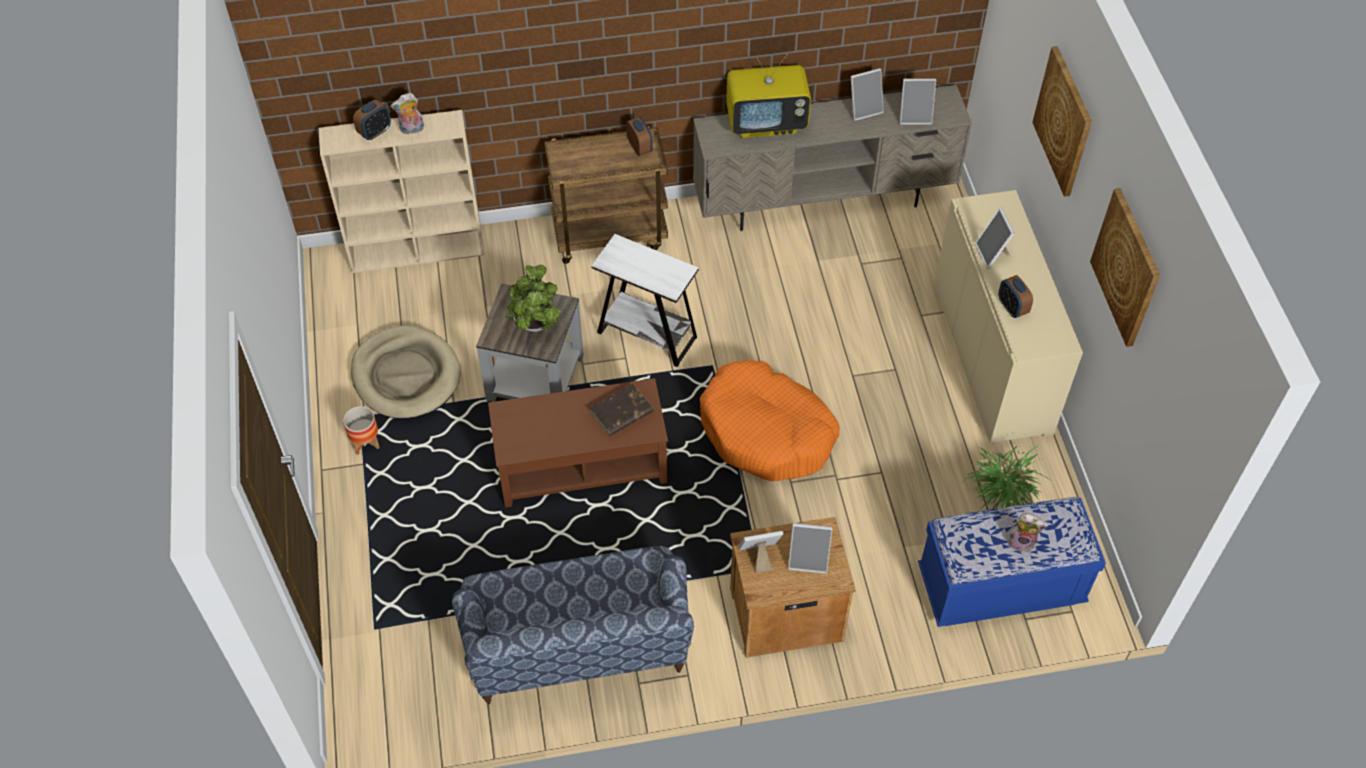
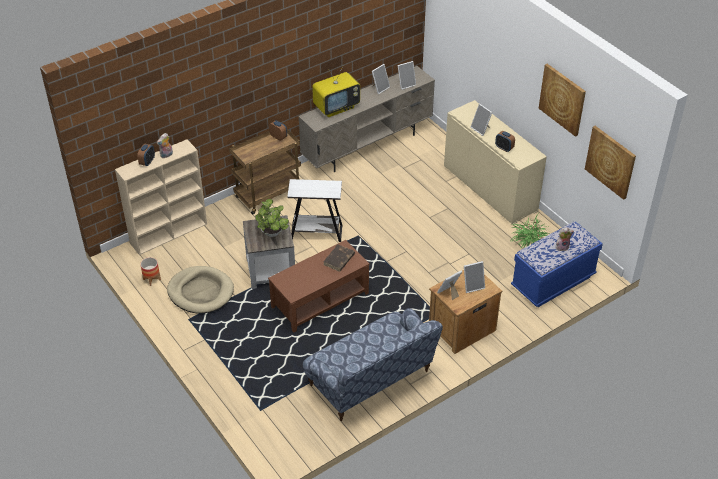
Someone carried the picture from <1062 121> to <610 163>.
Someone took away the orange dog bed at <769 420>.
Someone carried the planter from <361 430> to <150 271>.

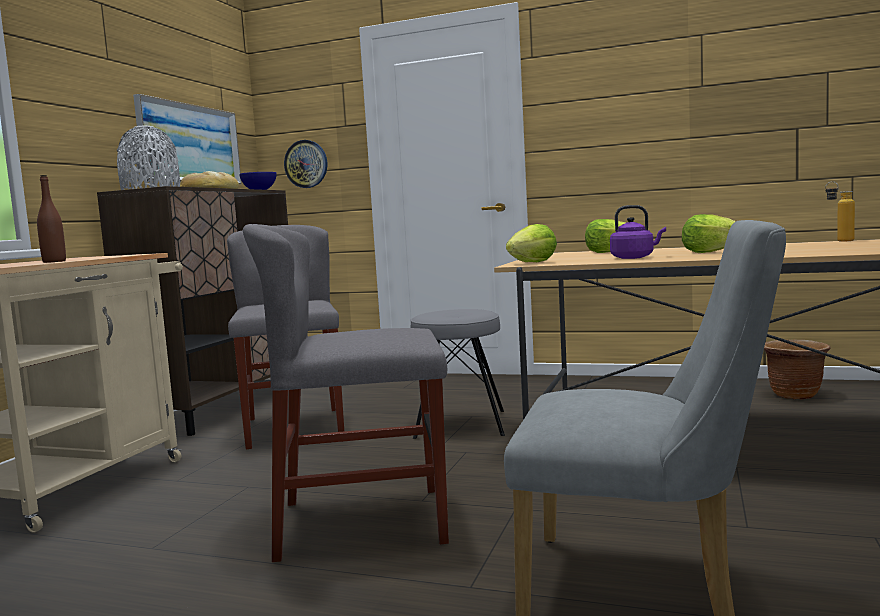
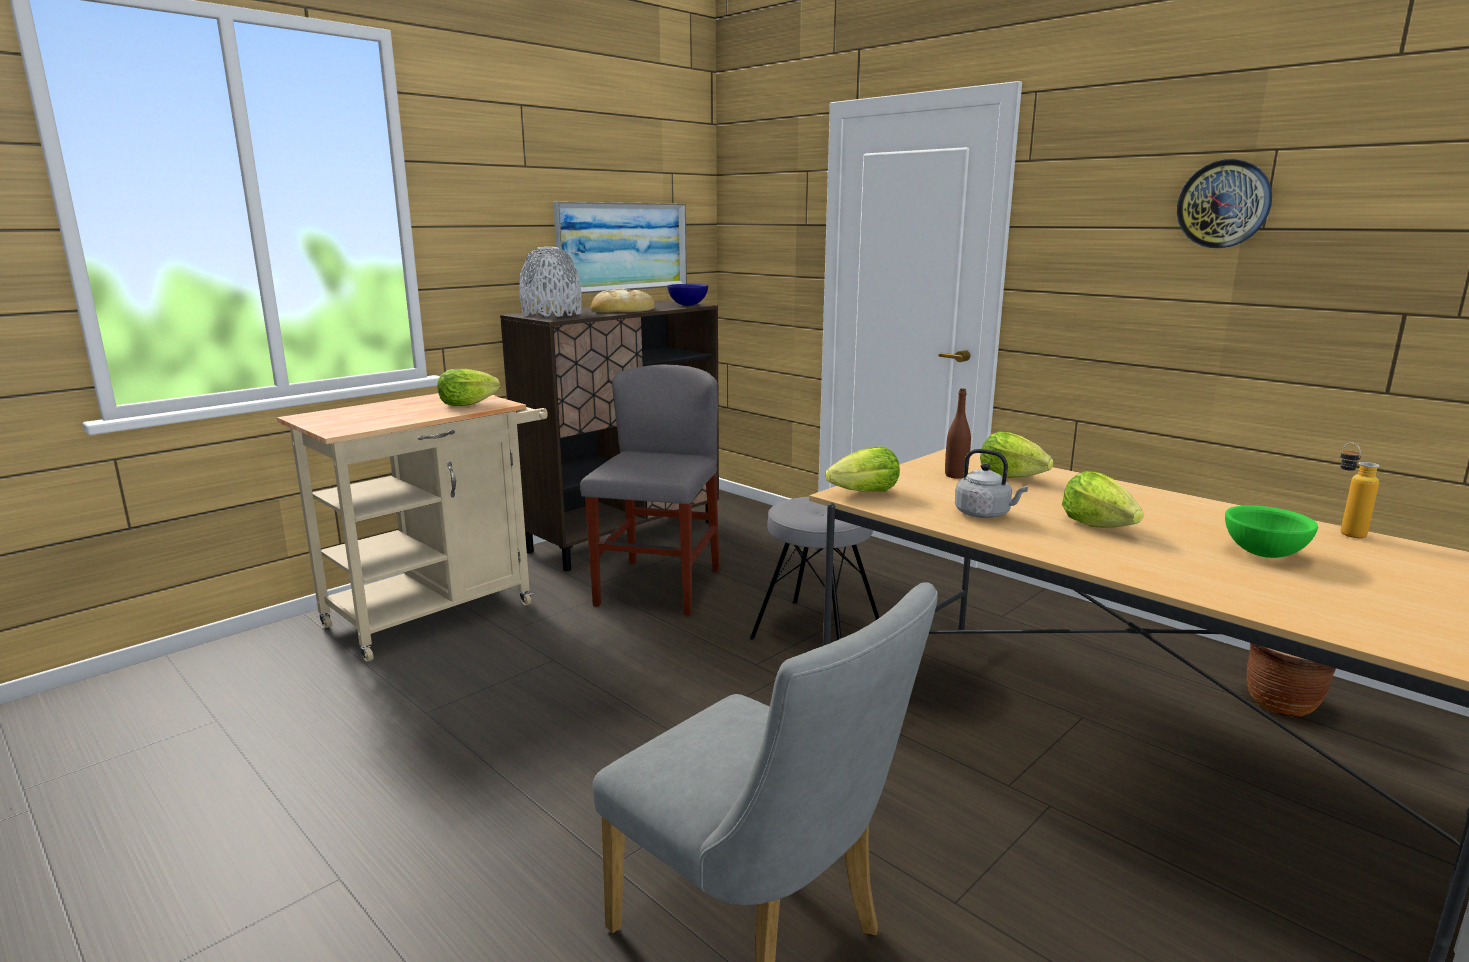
Someone carried the wall clock from <305 164> to <1224 203>.
Someone carried the brown bottle from <51 219> to <958 433>.
Someone repainted the purple kettle at <638 232>, which became the grey kettle at <991 483>.
Someone took away the grey chair at <346 393>.
Someone put down the lettuce at <468 387>.
Someone put down the green bowl at <1271 532>.

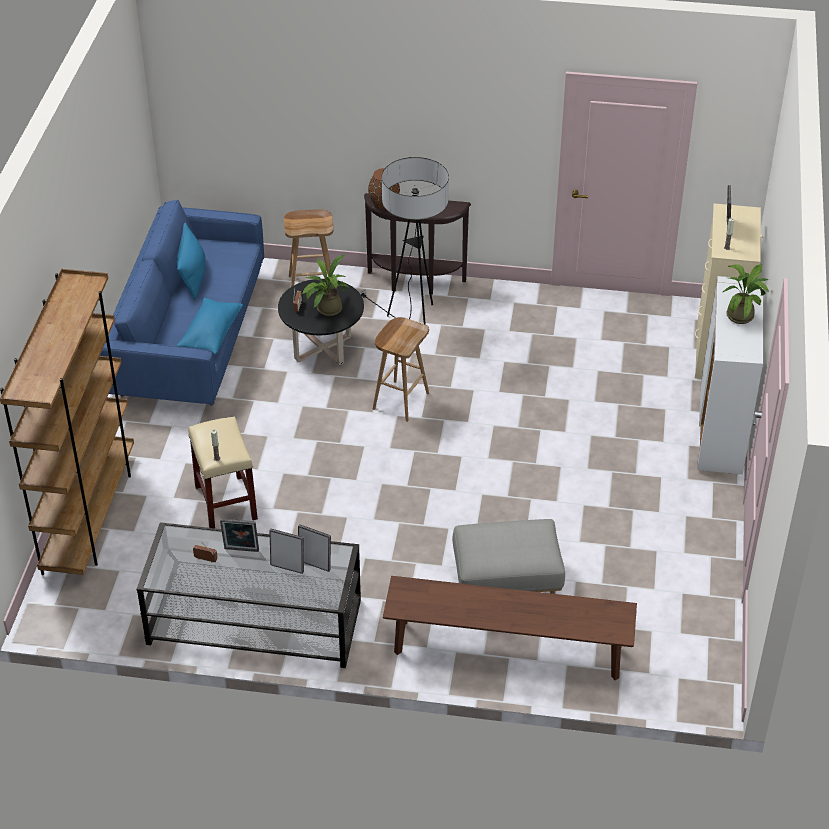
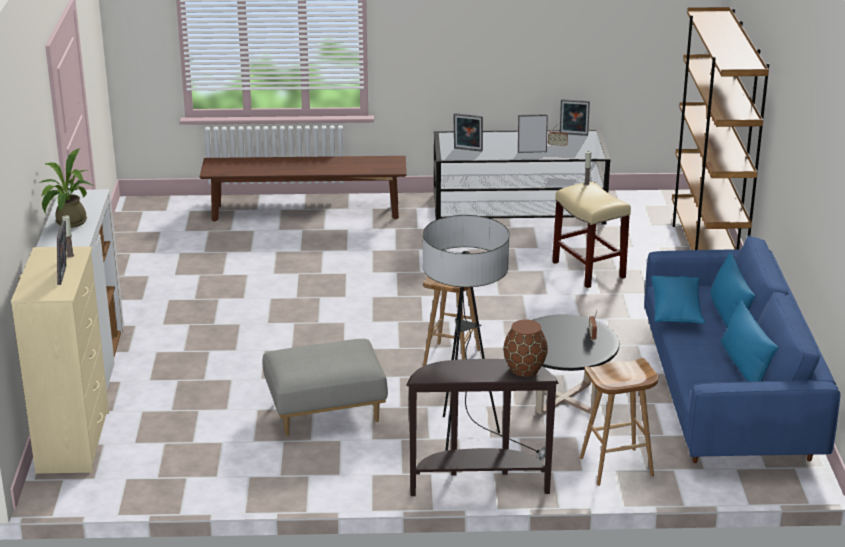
Someone took away the potted plant at <325 285>.
Someone carried the grey ottoman from <508 556> to <325 387>.
Someone carried the picture frame from <287 551> to <575 117>.
Someone put down the blue pillow at <732 290>.

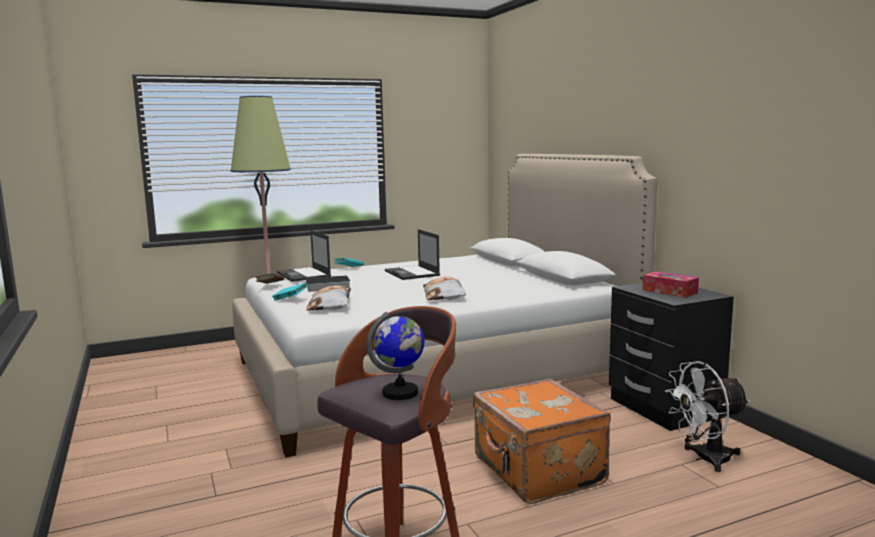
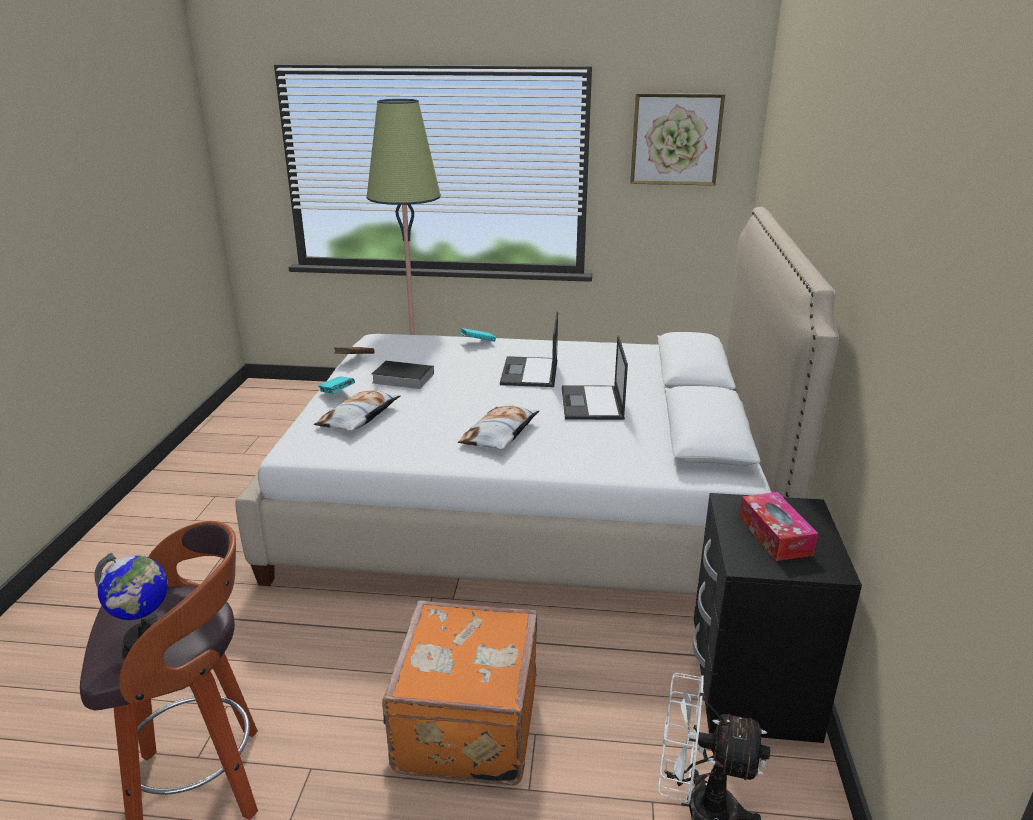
Someone carried the laptop from <304 256> to <595 378>.
Someone put up the picture at <677 139>.

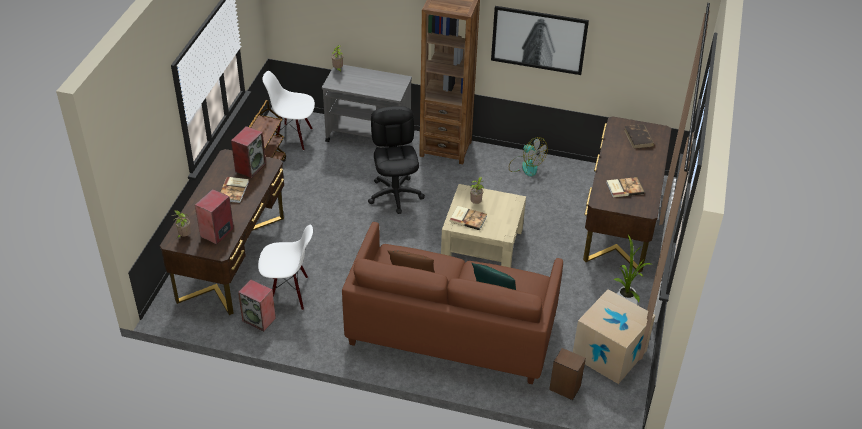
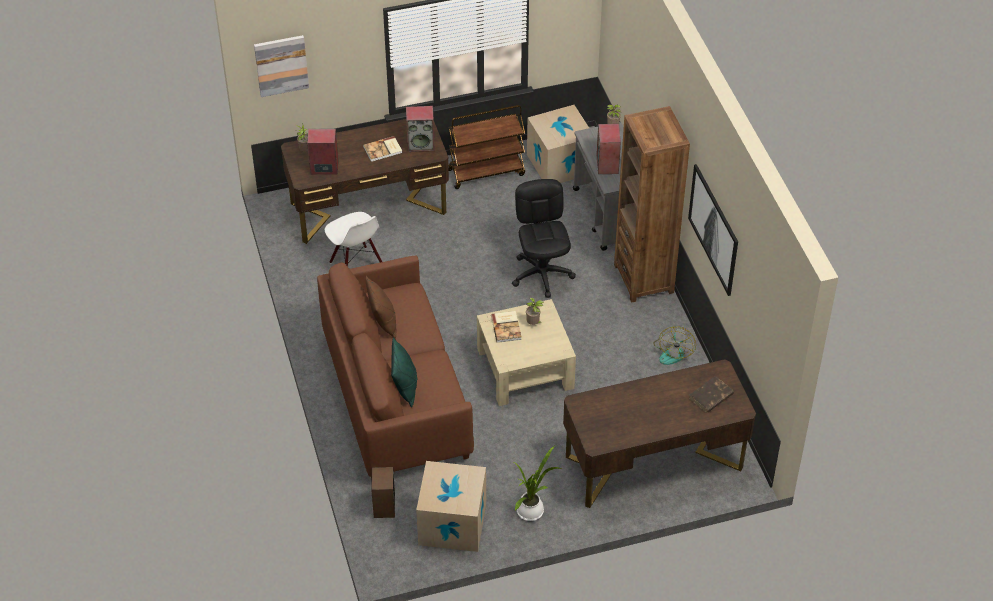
Someone swapped the white chair at <289 110> for the cardboard box at <558 144>.
Someone rotated the black office chair at <396 160> by 60 degrees counterclockwise.
Someone took away the book at <625 187>.
Someone carried the speaker from <257 305> to <609 149>.
Someone put up the picture at <281 66>.

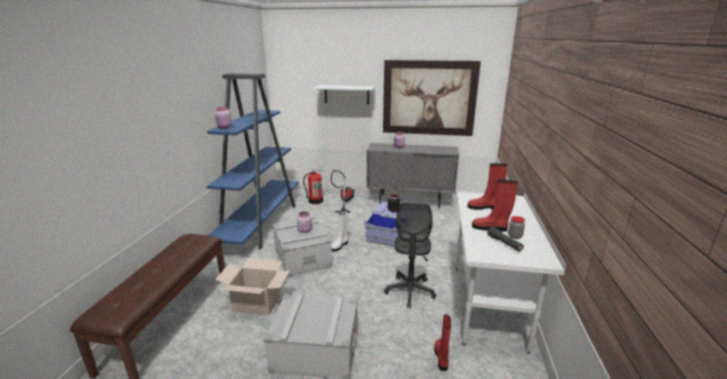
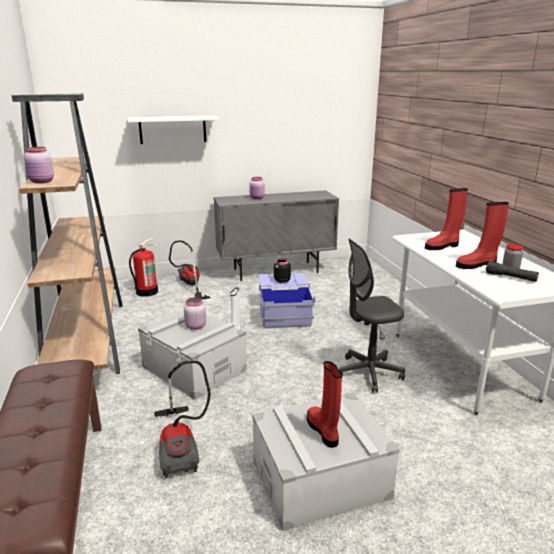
Someone took away the picture at <432 98>.
Someone repainted the blue bookcase at <253 161>, which became the brown bookcase at <67 233>.
Someone rotated the grey office chair at <410 255> by 90 degrees clockwise.
Someone swapped the cardboard box at <252 286> for the vacuum cleaner at <182 419>.
Someone carried the red boot from <442 342> to <324 404>.

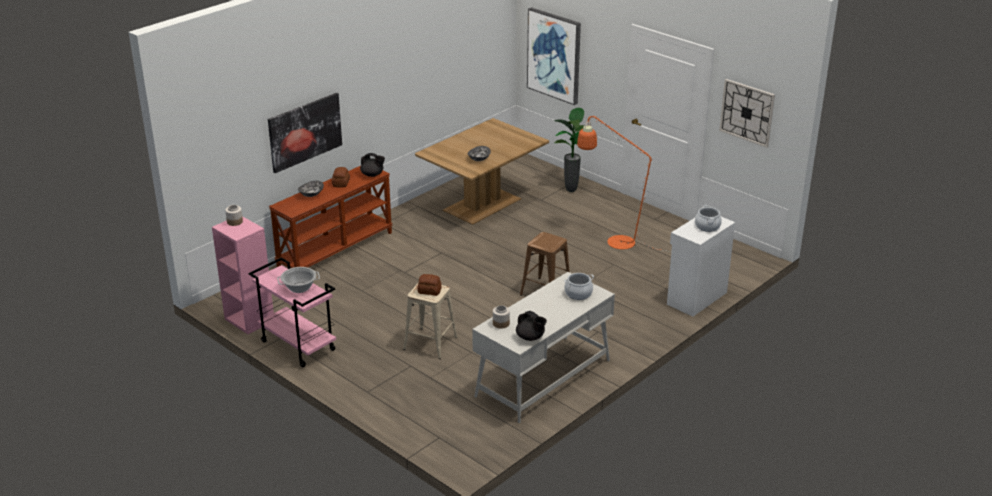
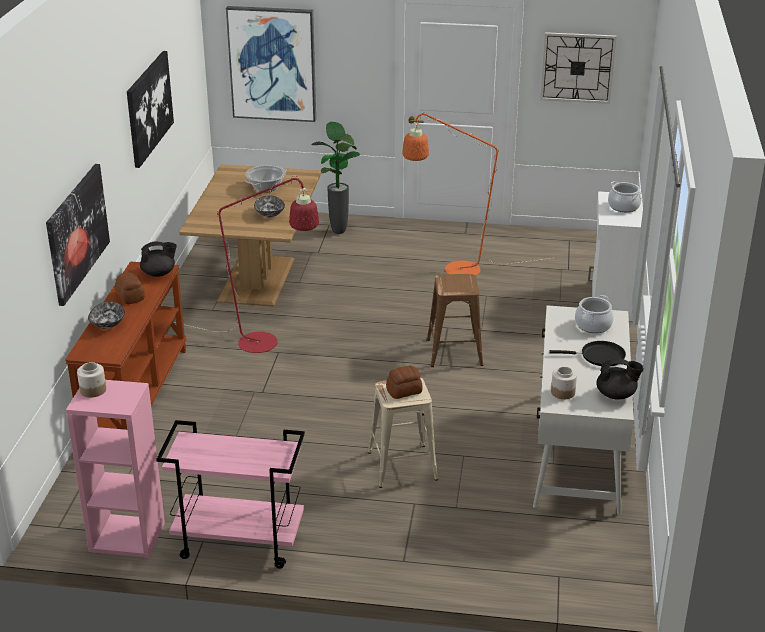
Someone carried the cooking pot from <298 280> to <265 178>.
Someone put up the picture at <150 109>.
Someone put down the red floor lamp at <246 264>.
Someone put down the black frying pan at <587 353>.

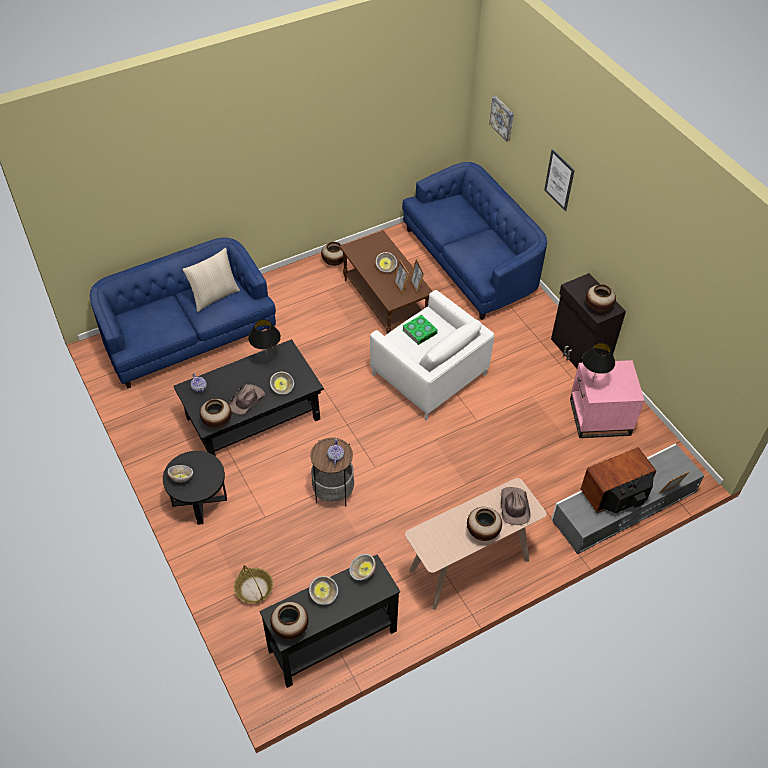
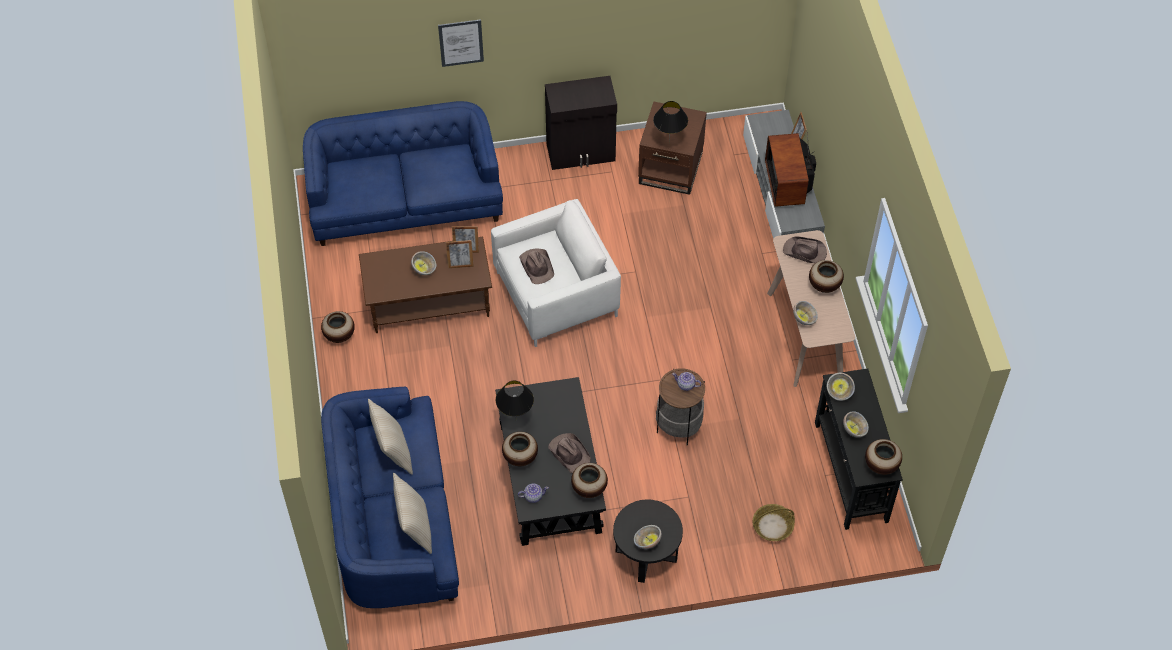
Someone took away the picture at <501 119>.
Someone carried the vase from <601 298> to <520 449>.
Someone swapped the book at <420 330> for the brown hat at <536 266>.
Someone repainted the pink side table at <607 399>, which became the brown side table at <672 148>.
Someone carried the bowl from <282 383> to <805 313>.
Someone put down the beige pillow at <412 513>.

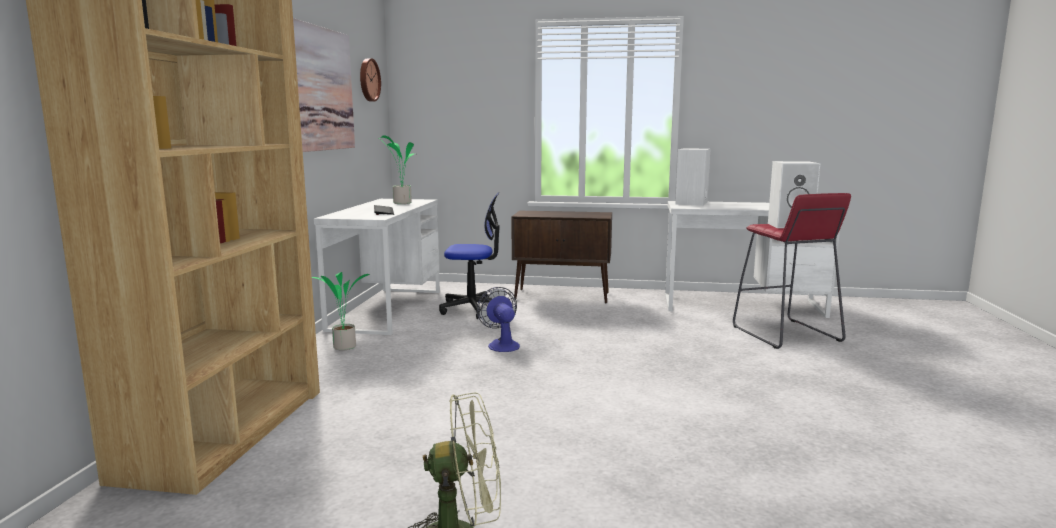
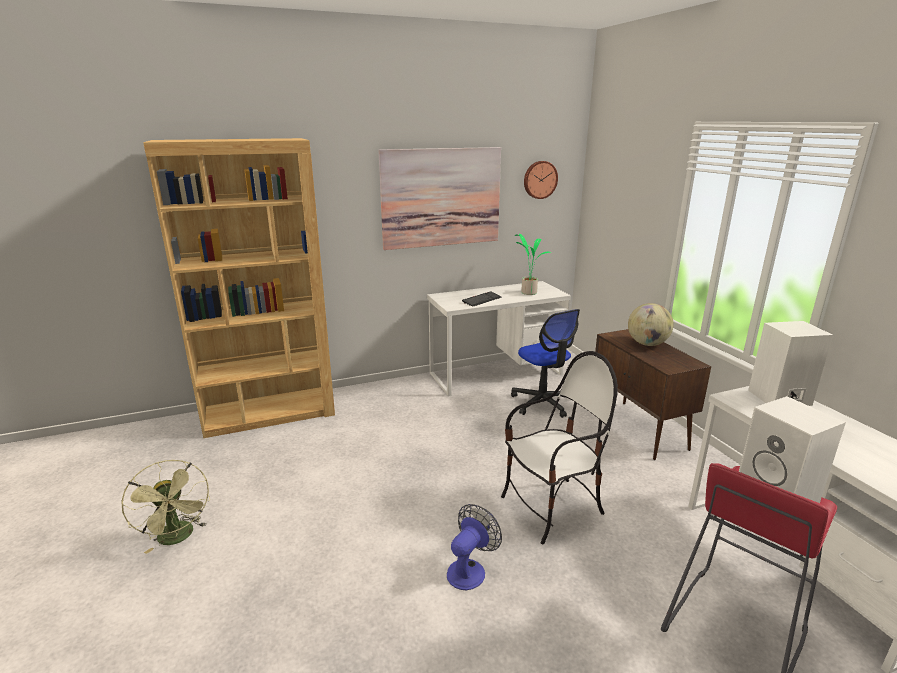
Someone took away the potted plant at <341 311>.
Someone carried the fan from <498 319> to <474 547>.
Someone put down the globe at <651 324>.
Someone put down the chair at <559 447>.

